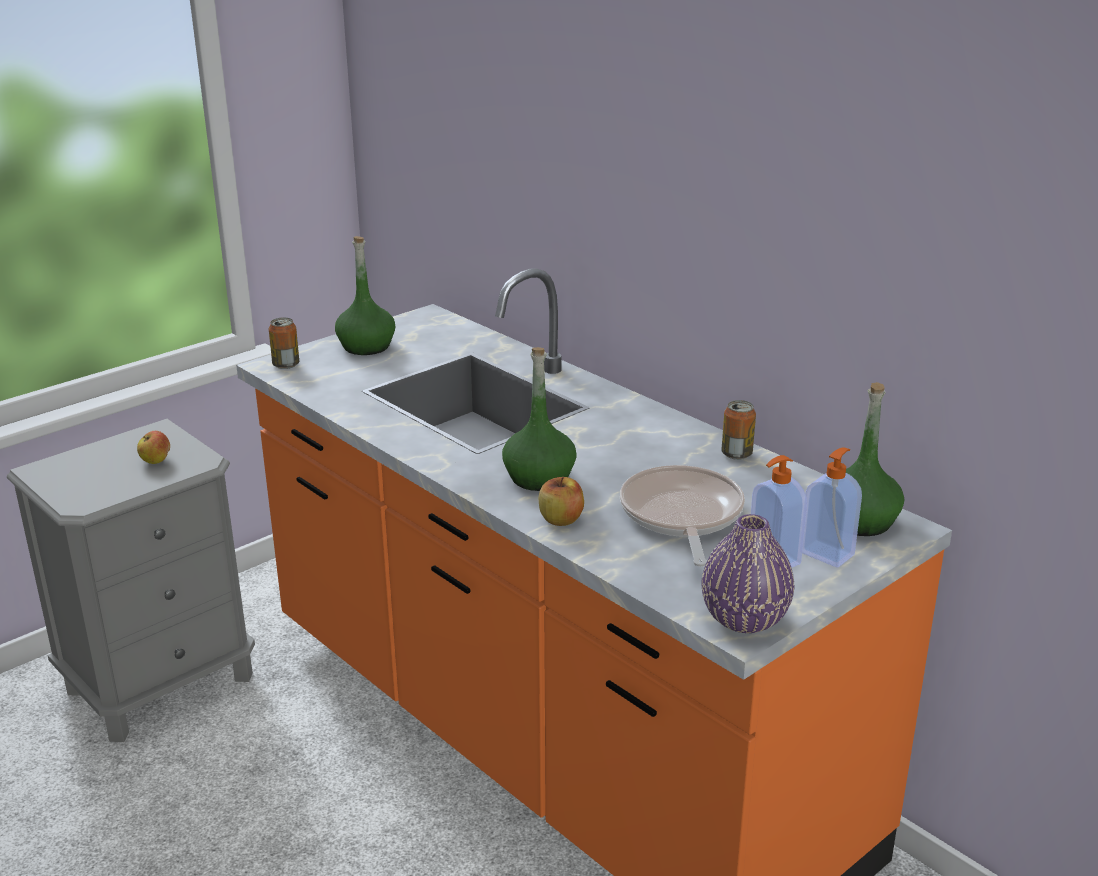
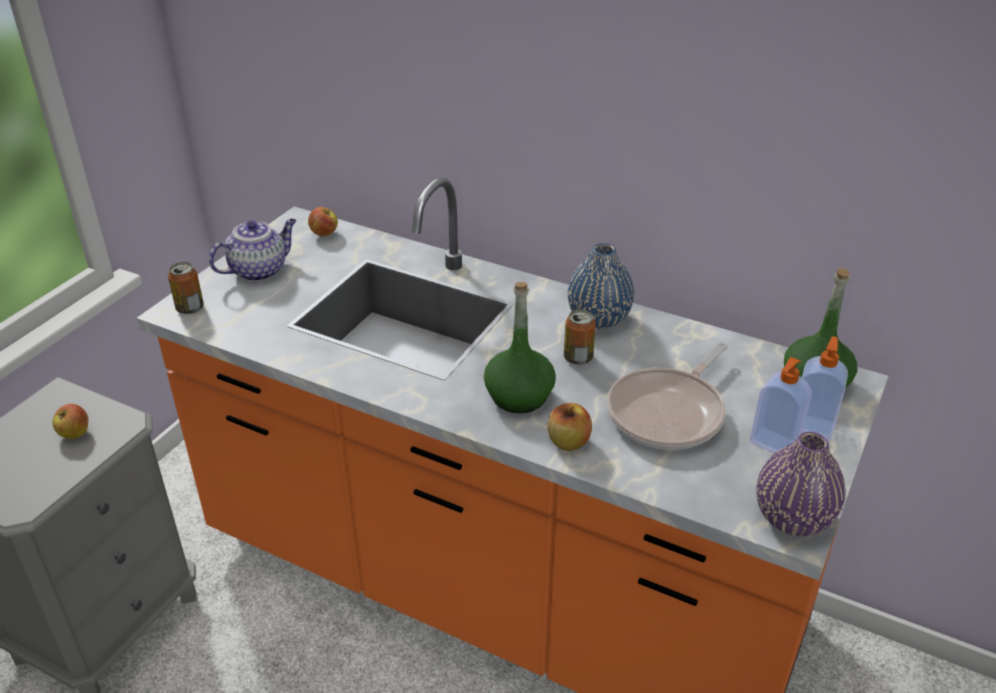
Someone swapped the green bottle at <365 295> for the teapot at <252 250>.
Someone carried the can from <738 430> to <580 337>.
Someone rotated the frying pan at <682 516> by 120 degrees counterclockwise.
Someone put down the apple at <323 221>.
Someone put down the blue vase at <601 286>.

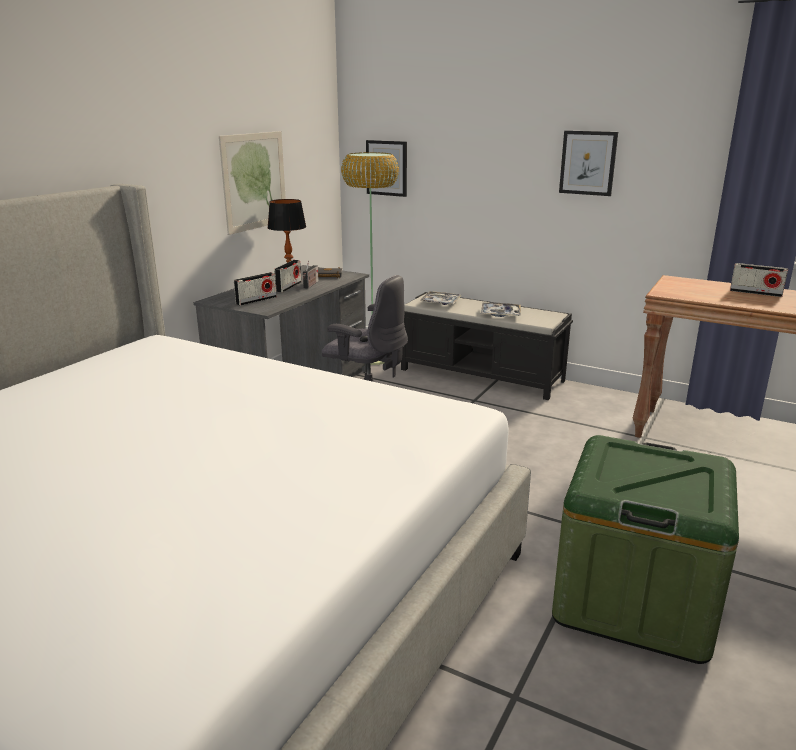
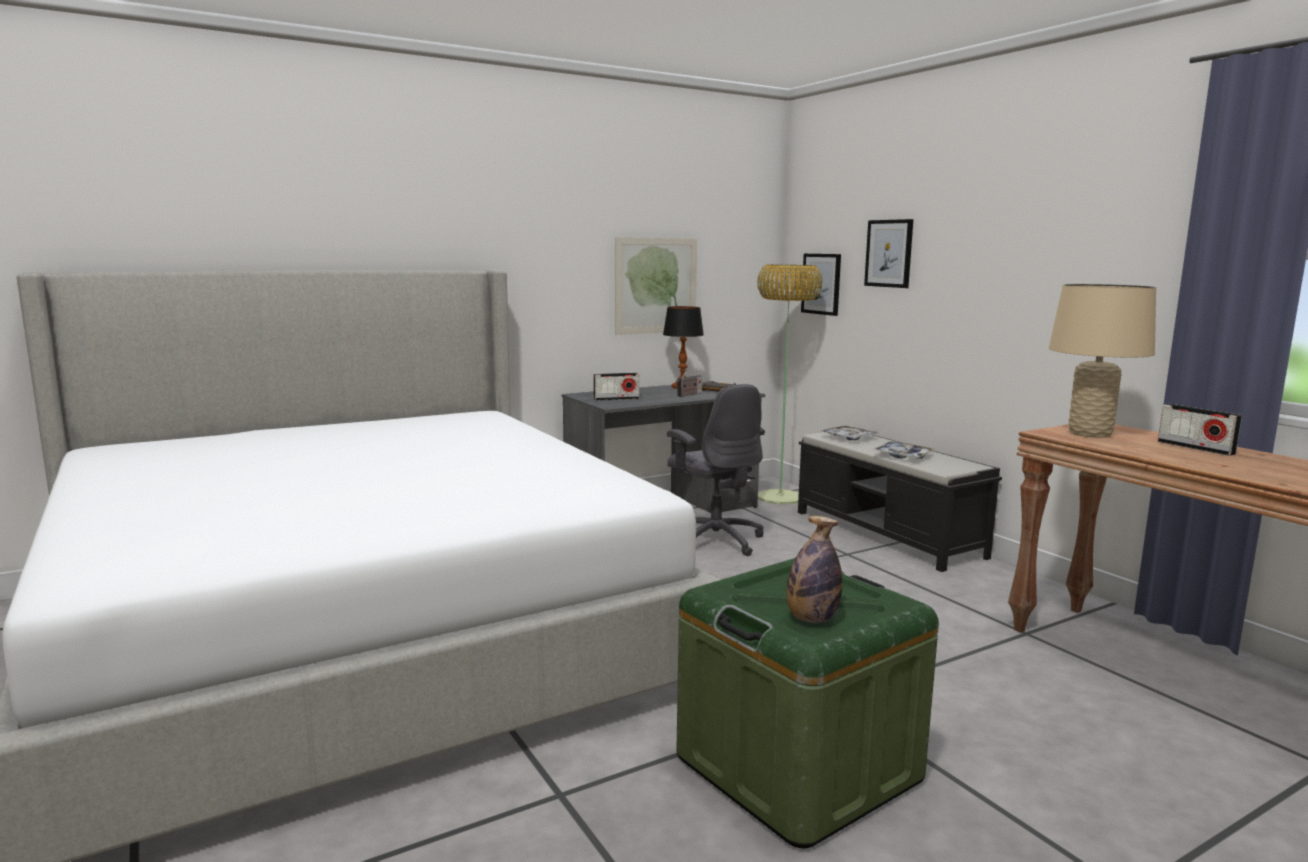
Someone carried the picture from <588 163> to <888 253>.
Someone took away the radio at <287 276>.
Someone put down the beige table lamp at <1102 361>.
Someone put down the bottle at <814 569>.

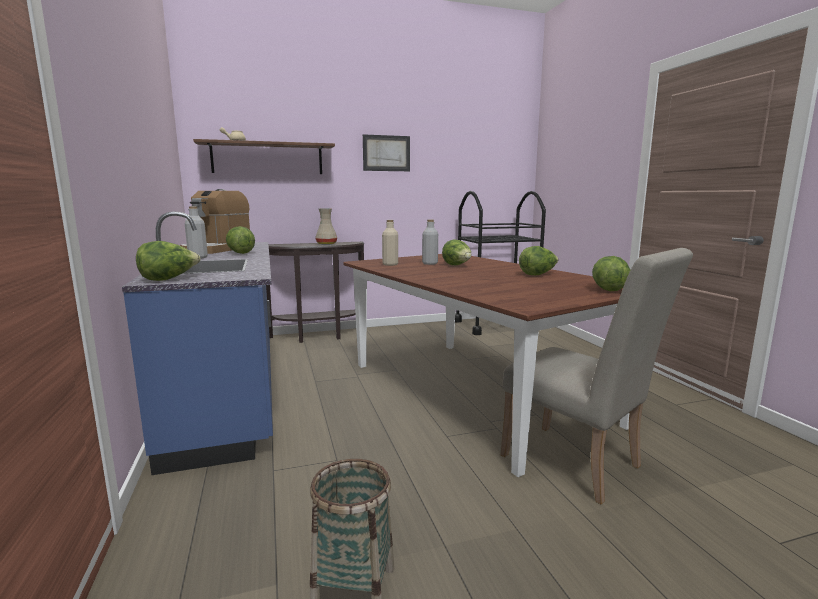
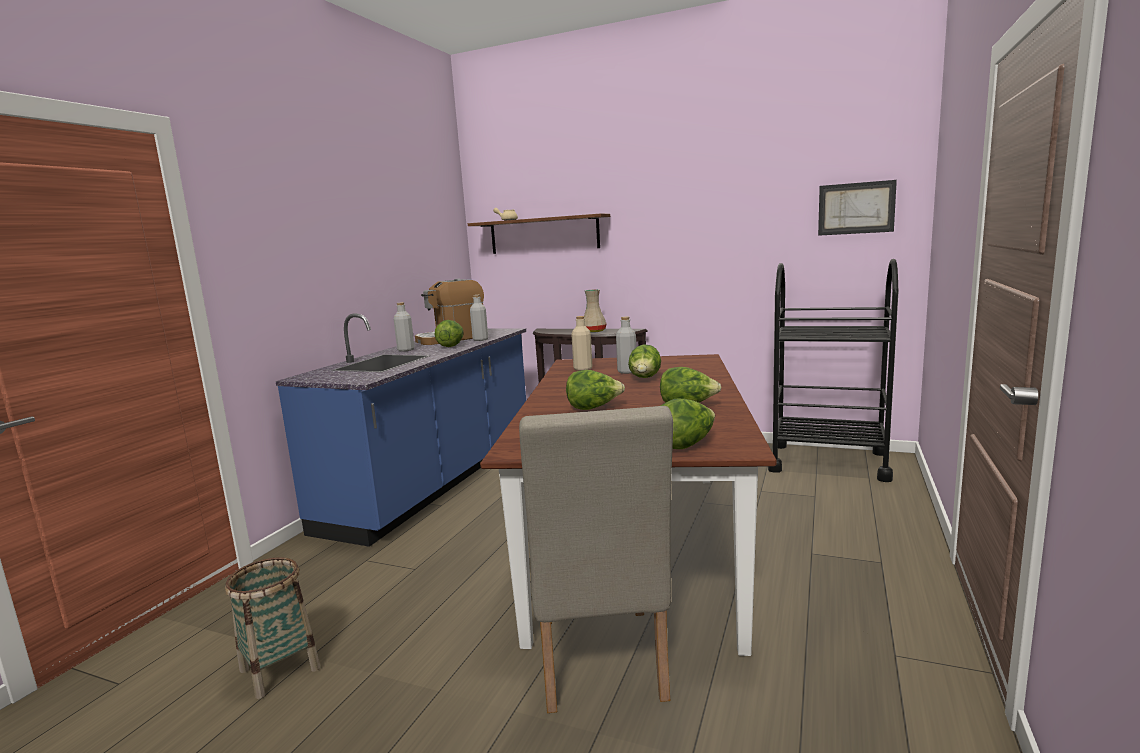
Someone carried the picture from <386 152> to <857 208>.
Someone carried the lettuce from <168 261> to <595 390>.
Someone put down the grey bottle at <479 318>.

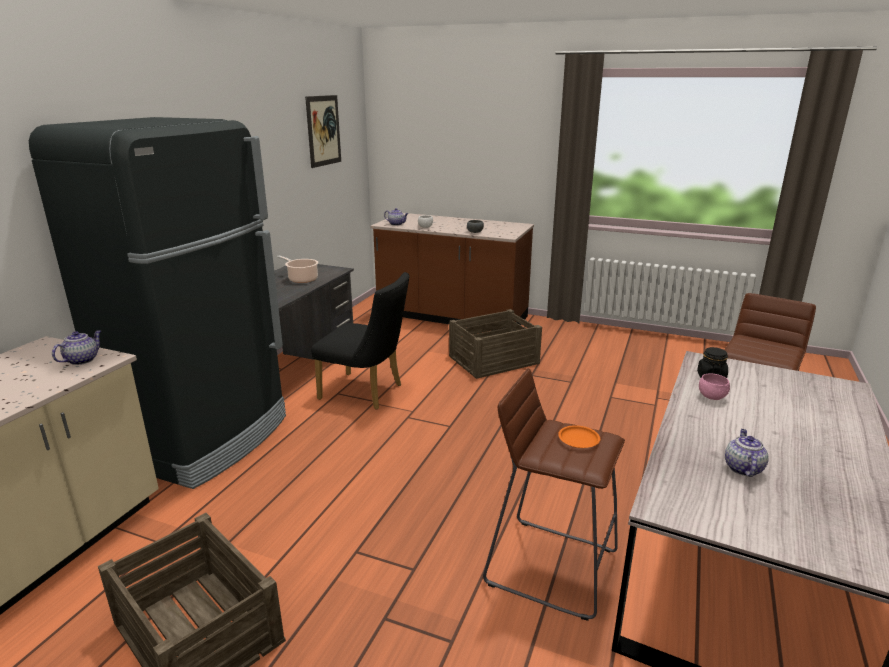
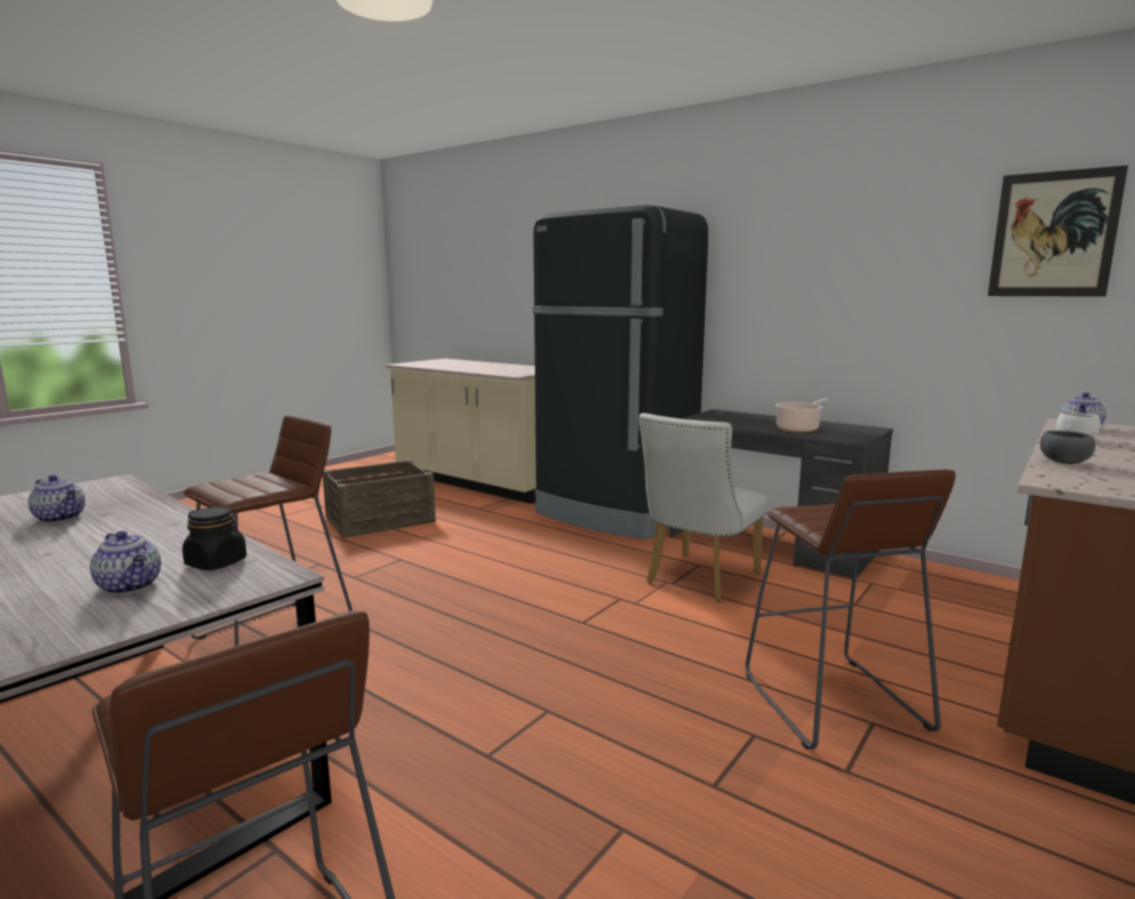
Someone repainted the black chair at <360 341>, which became the white chair at <703 507>.
Someone swapped the crate at <495 344> for the brown stool at <850 609>.
Someone carried the teapot from <76 347> to <125 562>.
Someone took away the pink bowl at <714 386>.
Someone took away the orange plate at <579 436>.

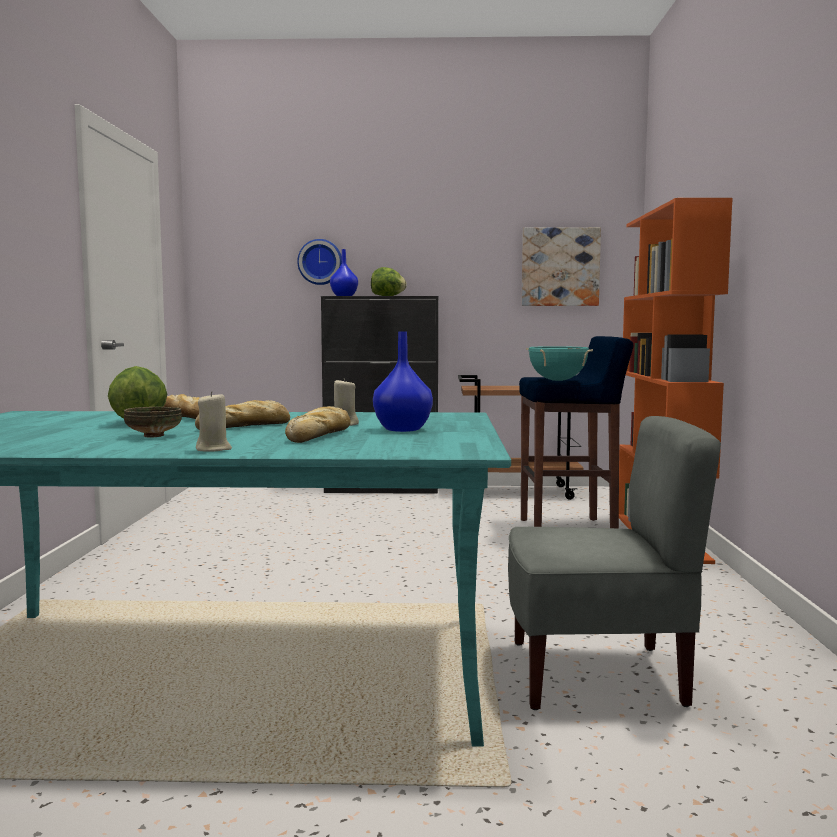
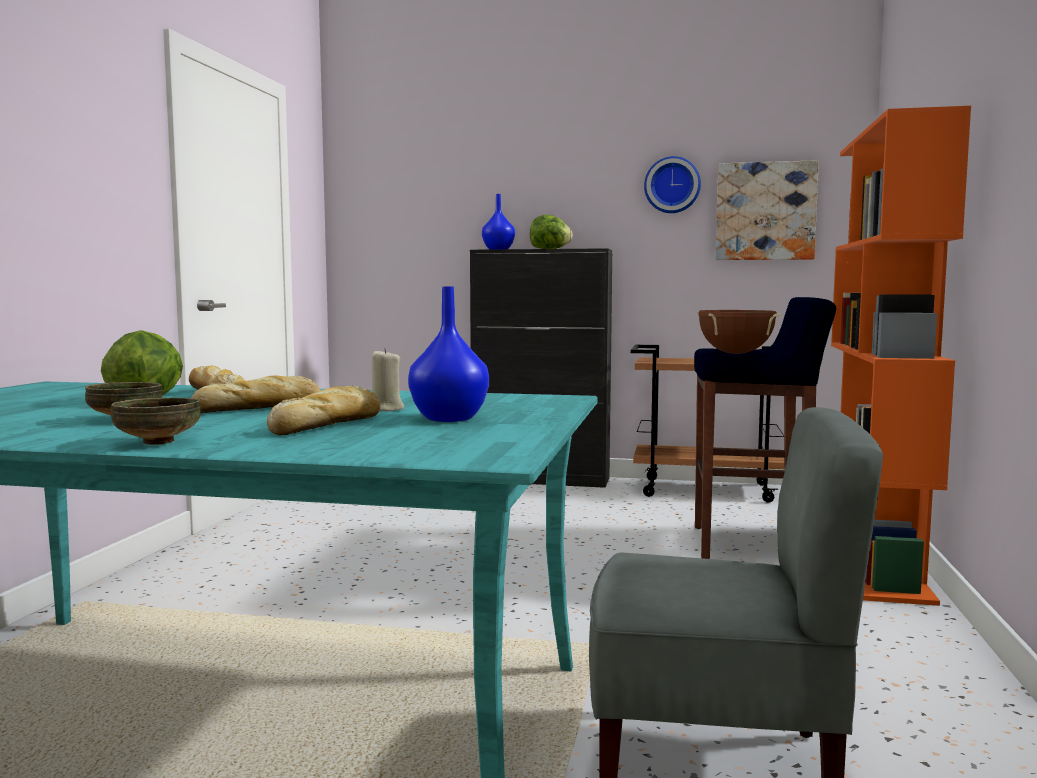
Someone carried the wall clock from <319 262> to <672 184>.
Someone repainted the turquoise cooking pot at <559 363>, which became the brown cooking pot at <738 332>.
Someone swapped the beige candle at <214 421> for the bowl at <156 421>.

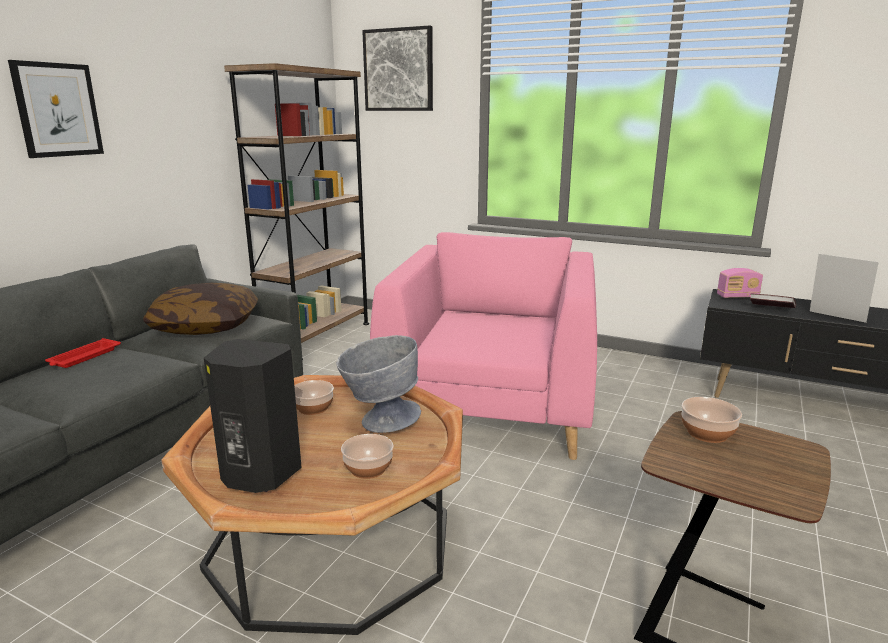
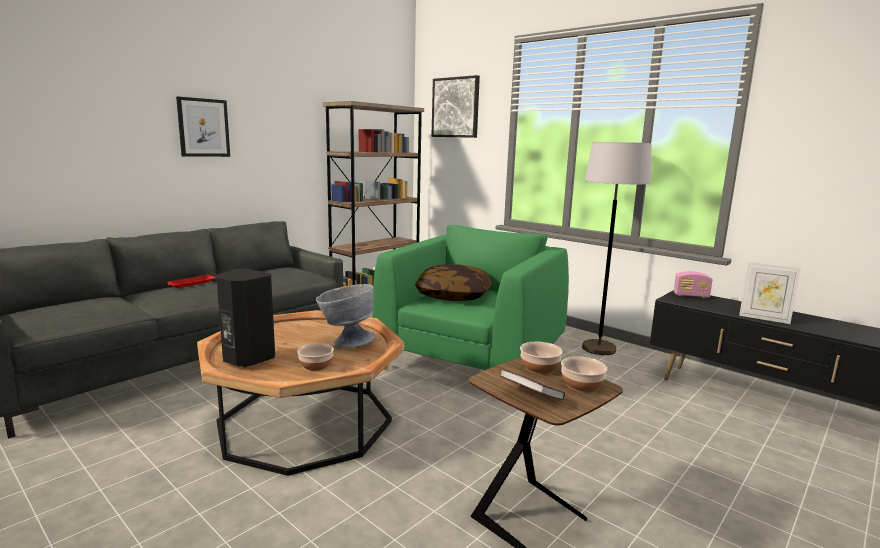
Someone repainted the pink armchair at <483 346>, which became the green armchair at <470 297>.
Someone rotated the picture frame at <844 288> by 150 degrees clockwise.
Someone carried the pillow from <200 309> to <453 282>.
Someone carried the book from <773 301> to <532 384>.
Someone carried the bowl from <314 397> to <584 374>.
Someone put down the grey floor lamp at <617 248>.

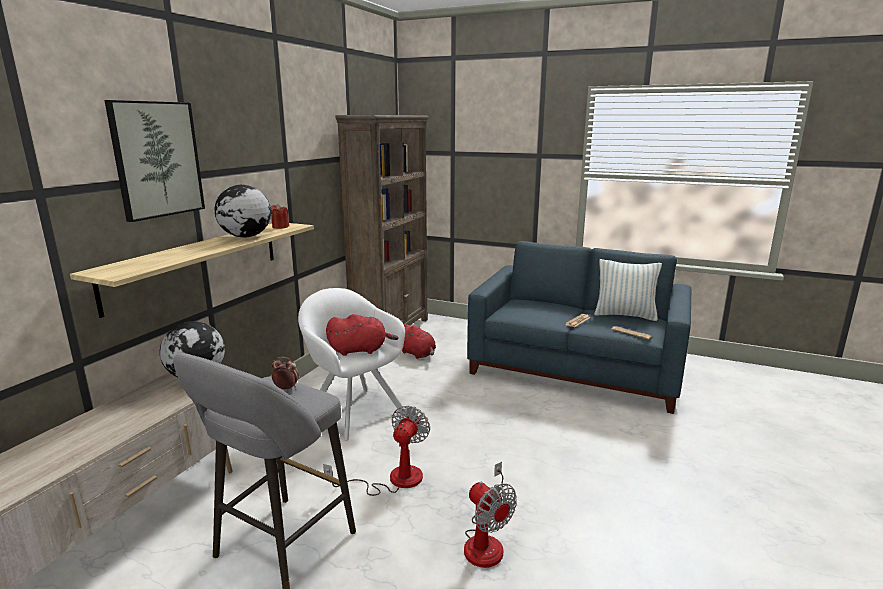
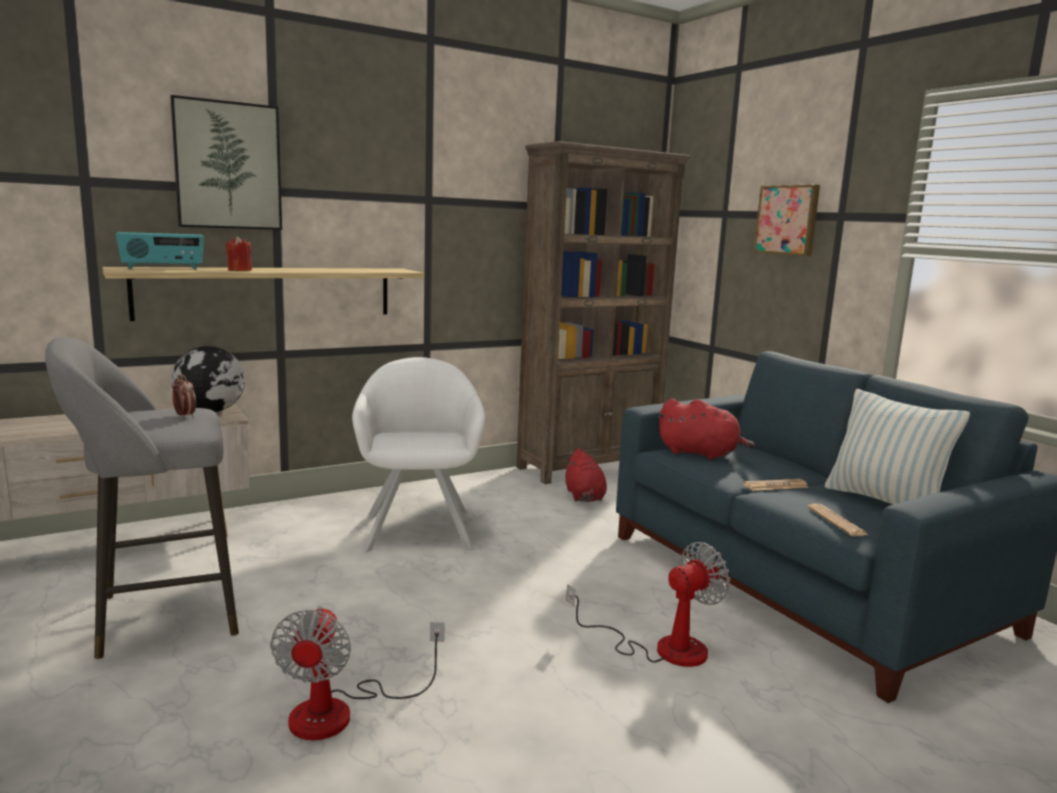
Someone took away the globe at <243 211>.
Someone carried the red candle from <280 216> to <239 254>.
Someone carried the red plush toy from <362 335> to <706 429>.
Someone carried the fan from <376 450> to <648 604>.
Someone put up the picture at <787 220>.
Someone put down the radio at <160 250>.

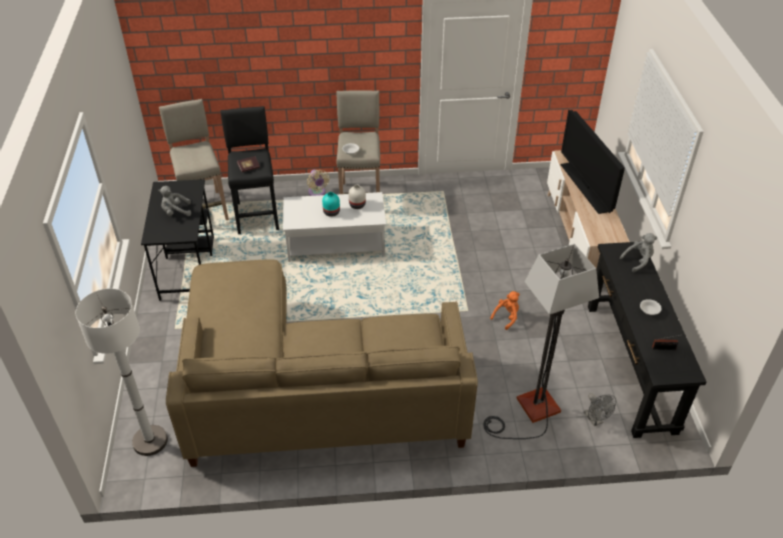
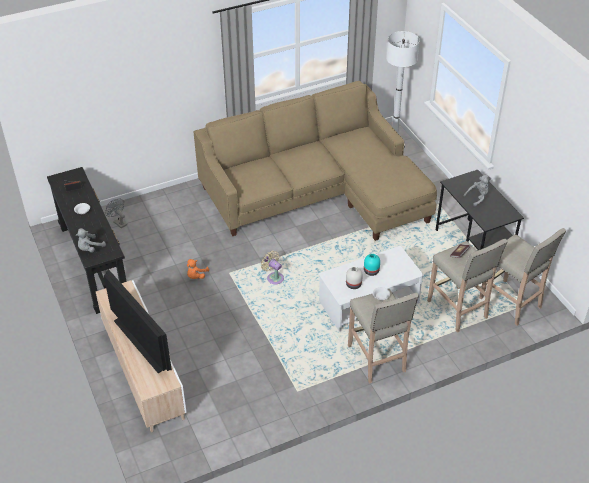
Someone repainted the black stool at <249 170>, which became the beige stool at <467 286>.
Someone carried the beige fan from <318 183> to <272 267>.
Someone took away the floor lamp at <541 341>.

